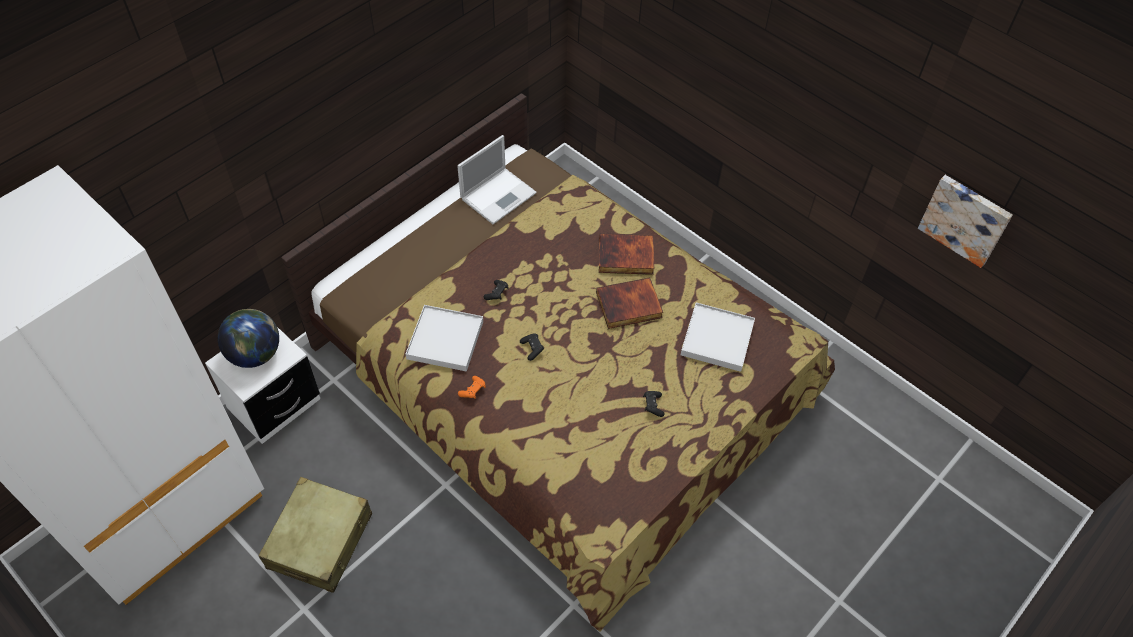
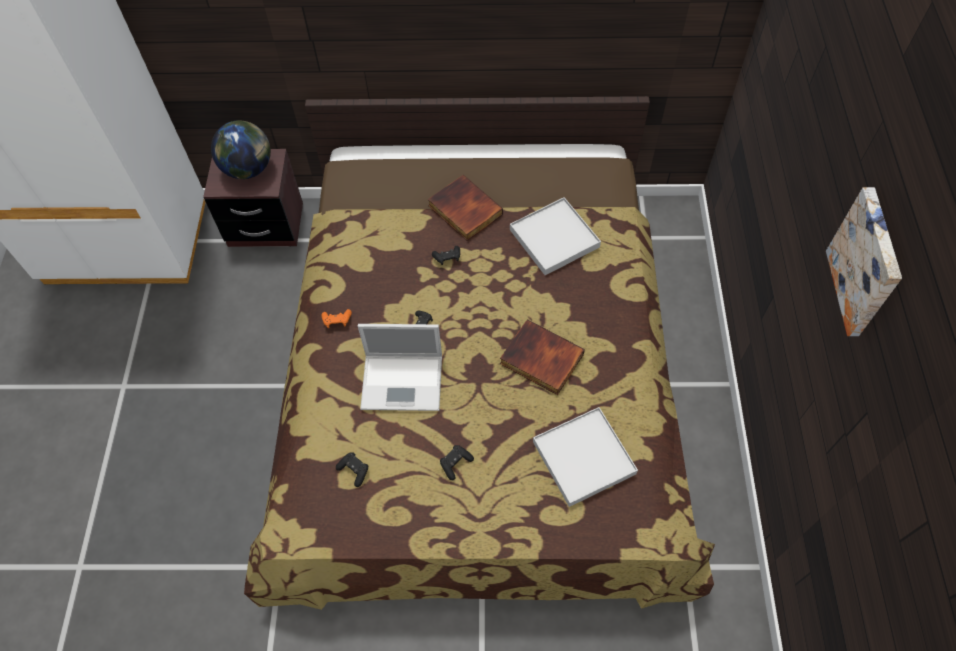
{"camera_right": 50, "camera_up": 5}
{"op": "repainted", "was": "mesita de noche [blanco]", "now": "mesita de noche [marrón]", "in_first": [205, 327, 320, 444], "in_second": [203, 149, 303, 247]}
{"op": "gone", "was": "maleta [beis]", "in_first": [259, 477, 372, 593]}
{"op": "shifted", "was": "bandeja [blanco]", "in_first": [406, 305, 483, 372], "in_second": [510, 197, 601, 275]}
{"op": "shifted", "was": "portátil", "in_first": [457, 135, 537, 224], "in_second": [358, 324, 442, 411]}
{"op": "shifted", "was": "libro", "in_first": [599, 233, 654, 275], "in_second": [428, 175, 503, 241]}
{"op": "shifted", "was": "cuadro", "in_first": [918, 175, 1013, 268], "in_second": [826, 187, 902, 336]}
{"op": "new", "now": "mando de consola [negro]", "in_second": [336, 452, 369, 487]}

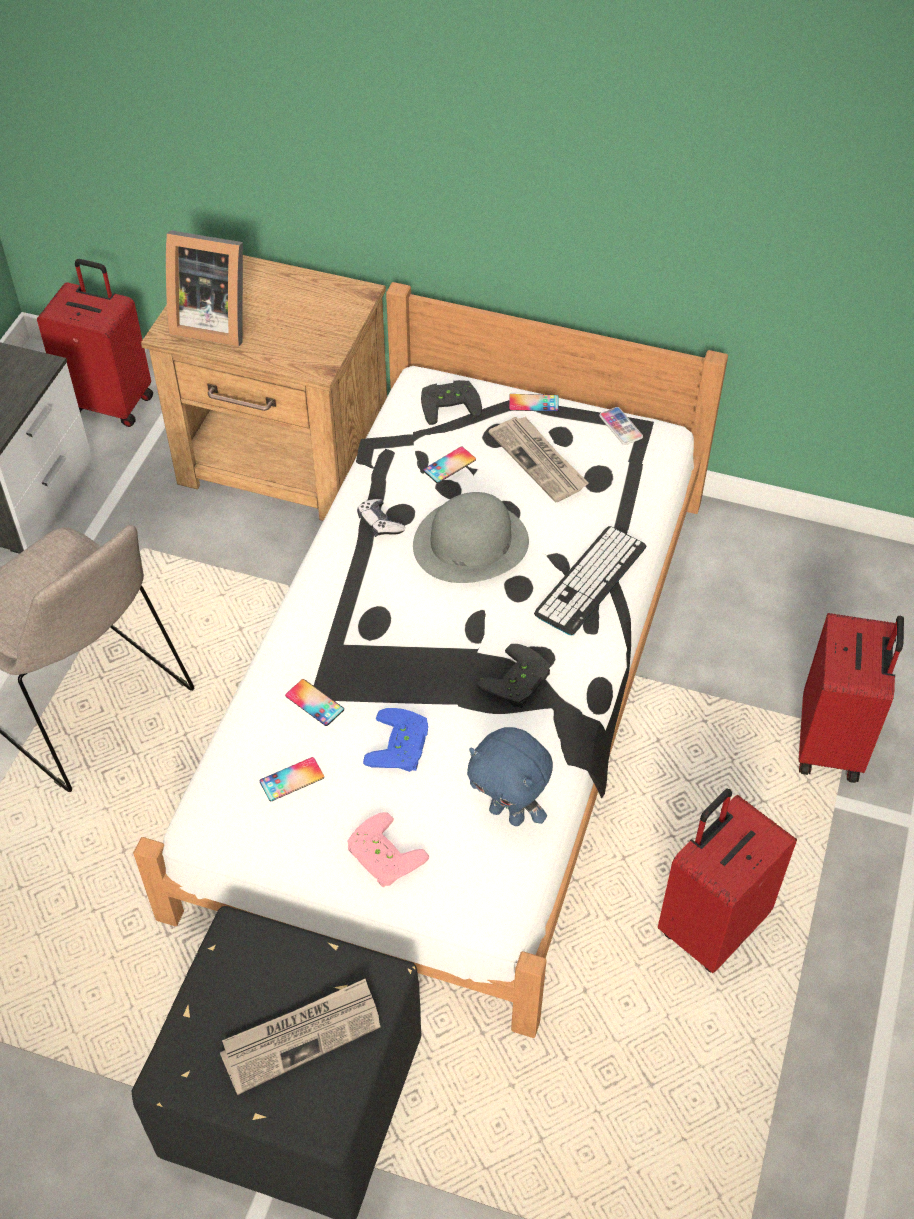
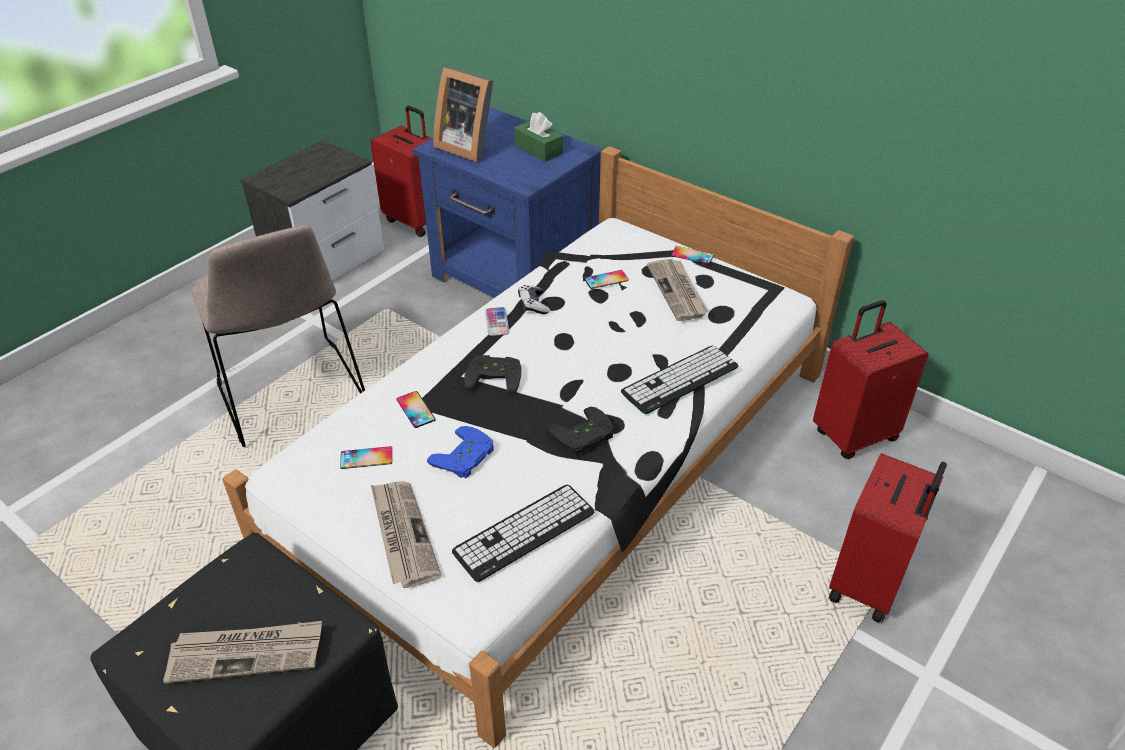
{"camera_right": 20, "camera_up": -10}
{"op": "repainted", "was": "mesita de noche [marrón]", "now": "mesita de noche [azul]", "in_first": [141, 255, 387, 521], "in_second": [413, 107, 604, 298]}
{"op": "swapped", "was": "mando de consola [rosa]", "now": "periódico", "in_first": [347, 812, 429, 887], "in_second": [371, 481, 442, 588]}
{"op": "gone", "was": "sombrero [gris]", "in_first": [413, 492, 529, 583]}
{"op": "shifted", "was": "mando de consola [negro]", "in_first": [421, 380, 482, 425], "in_second": [464, 355, 521, 394]}
{"op": "swapped", "was": "peluche [azul]", "now": "teclado", "in_first": [467, 727, 553, 826], "in_second": [452, 485, 594, 582]}
{"op": "shifted", "was": "móvil", "in_first": [599, 407, 643, 445], "in_second": [485, 307, 509, 336]}
{"op": "shifted", "was": "maleta [rojo]", "in_first": [657, 789, 797, 973], "in_second": [813, 300, 929, 459]}
{"op": "new", "now": "caja de pañuelos [verde]", "in_second": [514, 112, 563, 162]}

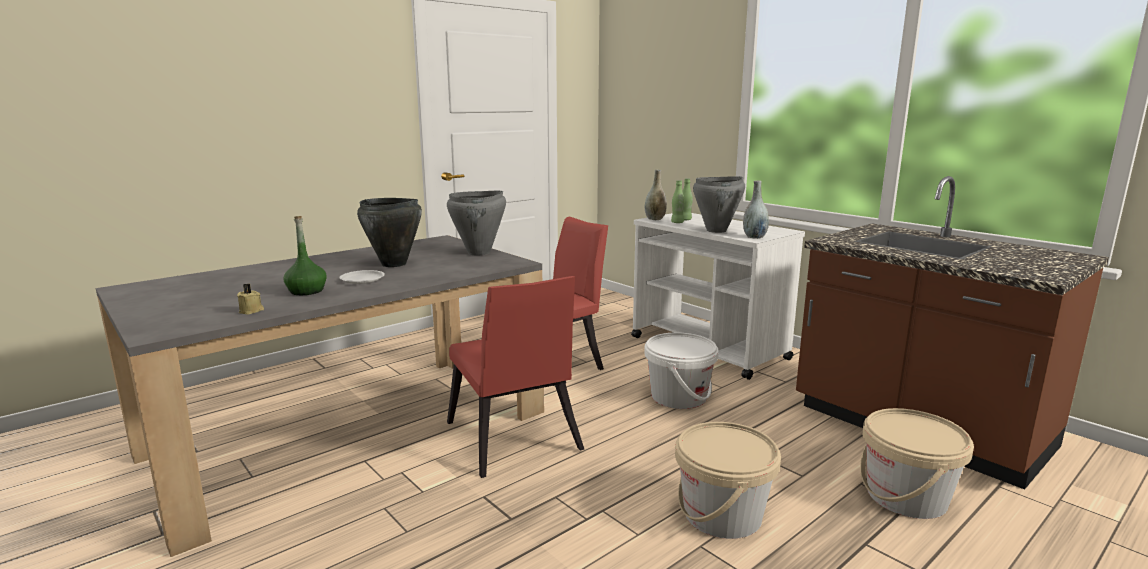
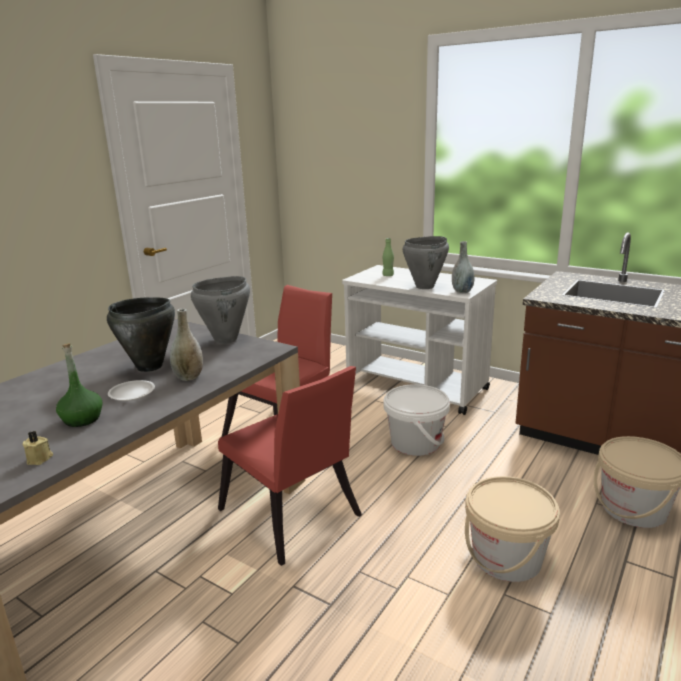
{"camera_right": -15, "camera_up": 5}
{"op": "shifted", "was": "florero [gris]", "in_first": [645, 170, 667, 220], "in_second": [170, 309, 203, 381]}
{"op": "gone", "was": "botella [verde]", "in_first": [671, 180, 685, 223]}

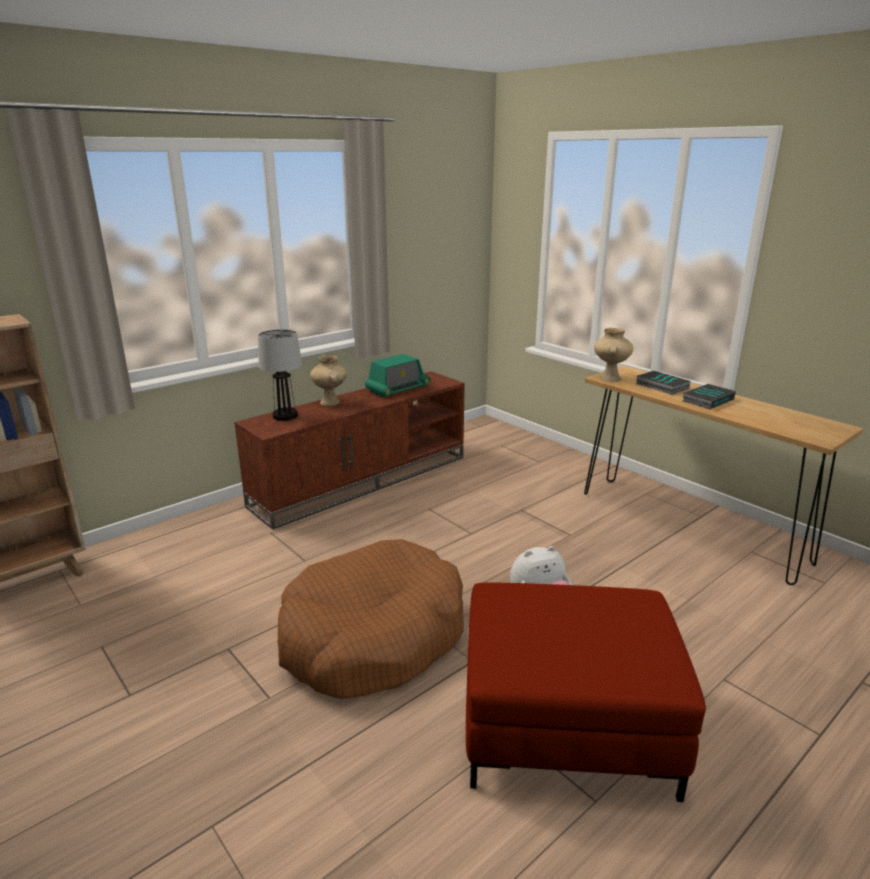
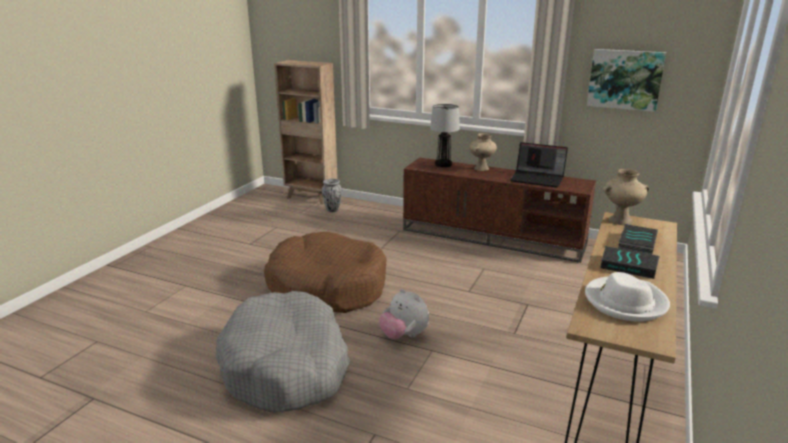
{"camera_right": 65, "camera_up": 0}
{"op": "swapped", "was": "radio", "now": "portátil", "in_first": [365, 354, 431, 398], "in_second": [510, 142, 568, 187]}
{"op": "swapped", "was": "puf [rojo]", "now": "cama para perro [gris]", "in_first": [466, 583, 706, 802], "in_second": [216, 291, 350, 412]}
{"op": "new", "now": "florero", "in_second": [322, 178, 342, 212]}
{"op": "new", "now": "sombrero [blanco]", "in_second": [585, 272, 670, 322]}
{"op": "new", "now": "cuadro", "in_second": [587, 49, 666, 112]}

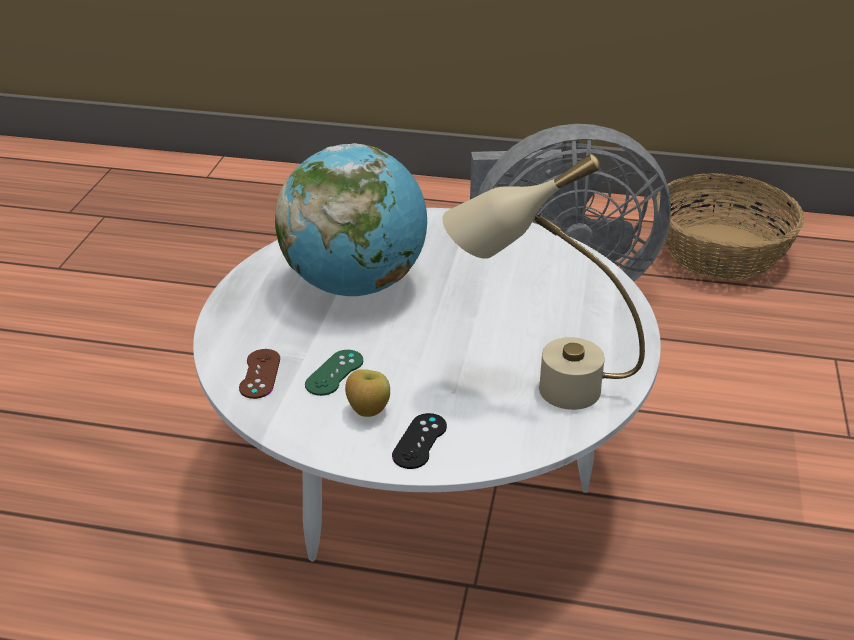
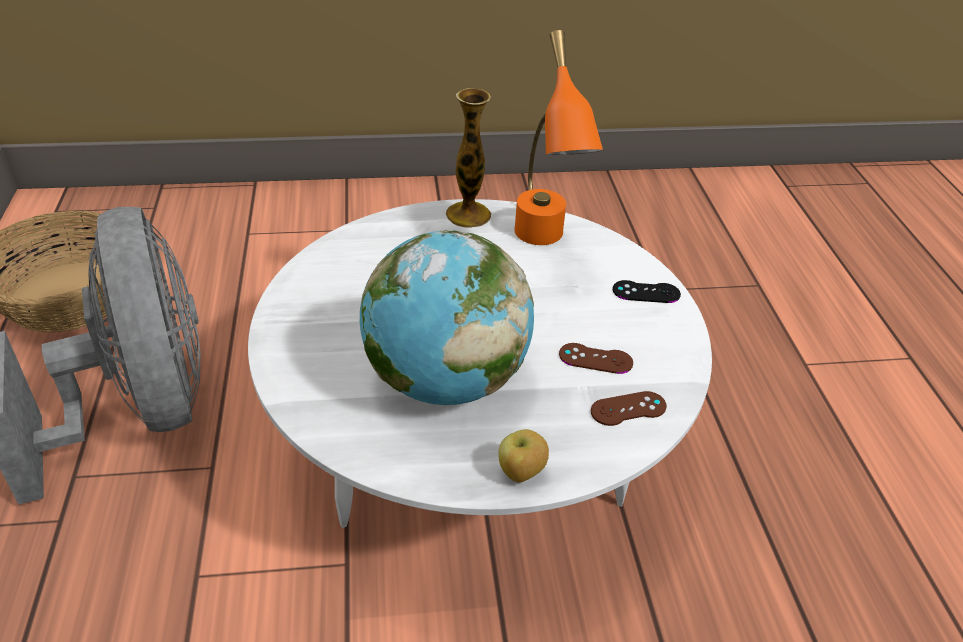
{"camera_right": -110, "camera_up": 5}
{"op": "repainted", "was": "mando de consola [verde]", "now": "mando de consola [marrón]", "in_first": [305, 350, 363, 396], "in_second": [559, 343, 633, 374]}
{"op": "shifted", "was": "manzana", "in_first": [345, 370, 390, 417], "in_second": [498, 429, 549, 483]}
{"op": "repainted", "was": "lámpara de mesa [beis]", "now": "lámpara de mesa [naranja]", "in_first": [442, 153, 645, 410], "in_second": [514, 30, 603, 245]}
{"op": "new", "now": "florero", "in_second": [446, 88, 492, 228]}

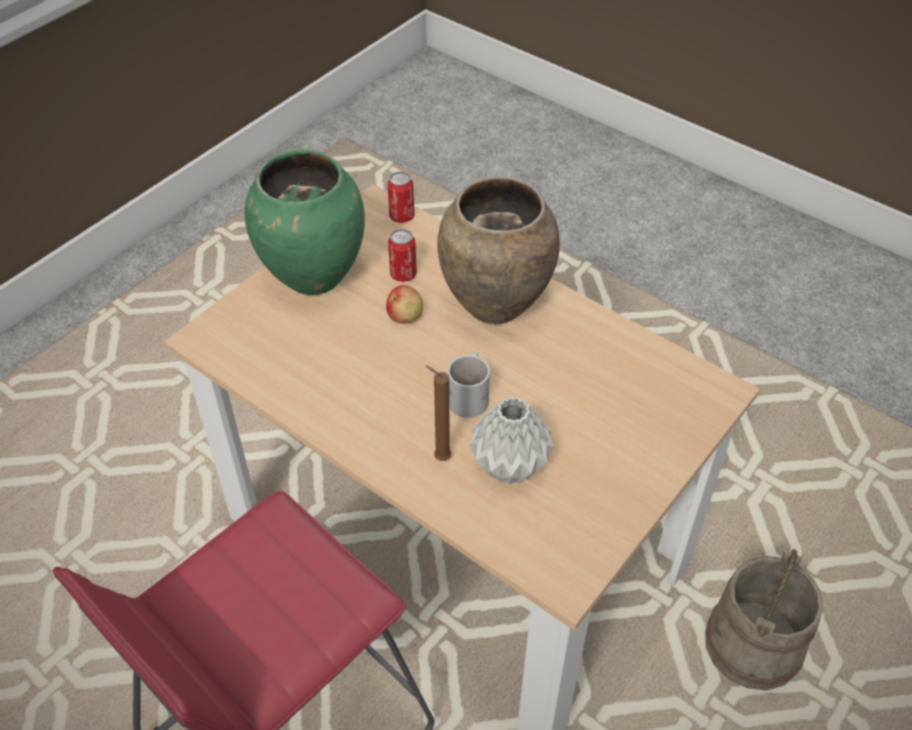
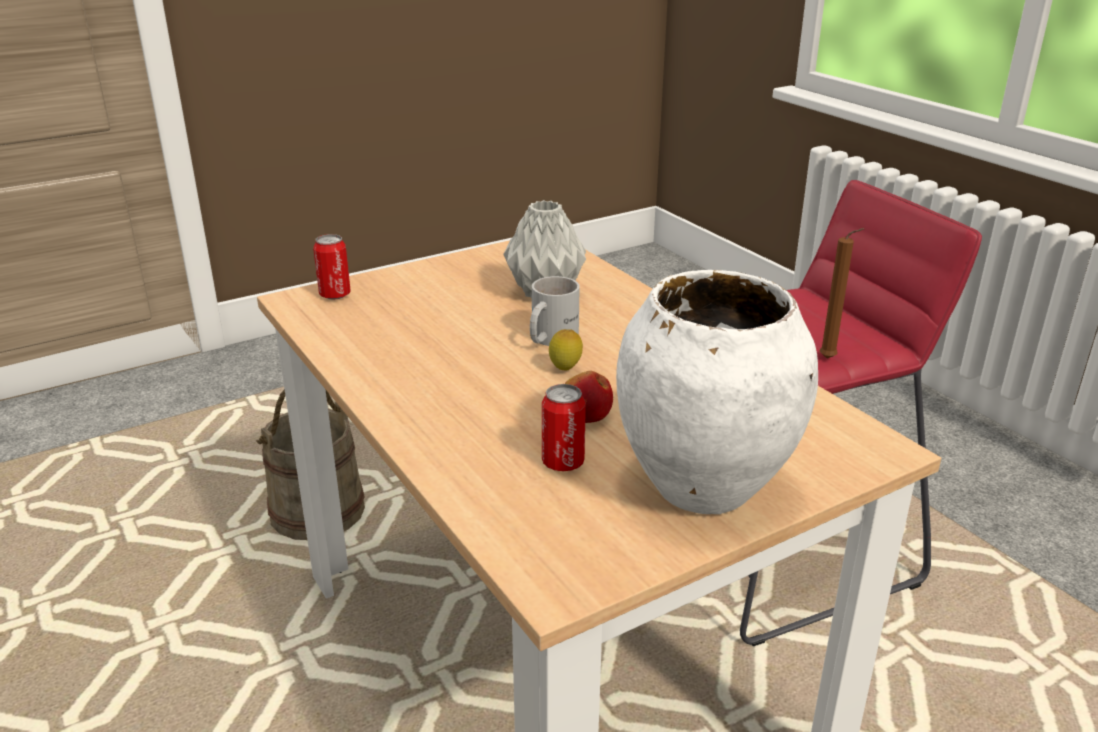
{"camera_right": -160, "camera_up": -20}
{"op": "repainted", "was": "florero [verde]", "now": "florero [blanco]", "in_first": [245, 149, 365, 295], "in_second": [616, 270, 818, 514]}
{"op": "shifted", "was": "lata", "in_first": [387, 172, 414, 223], "in_second": [313, 234, 351, 300]}
{"op": "shifted", "was": "vela [marrón]", "in_first": [425, 365, 451, 461], "in_second": [819, 228, 864, 359]}
{"op": "gone", "was": "florero [marrón]", "in_first": [437, 177, 560, 324]}
{"op": "new", "now": "limón", "in_second": [549, 329, 583, 371]}

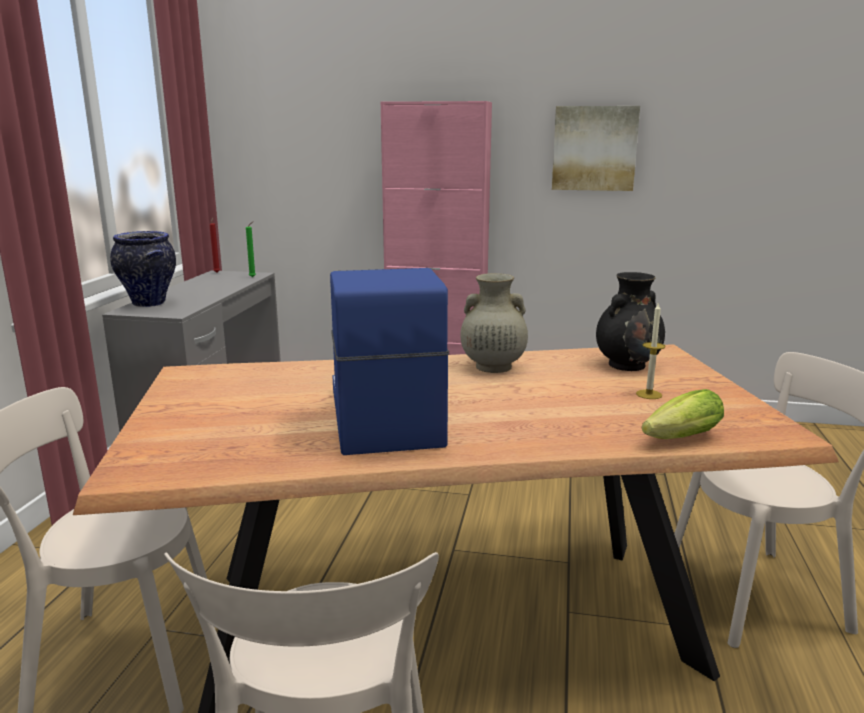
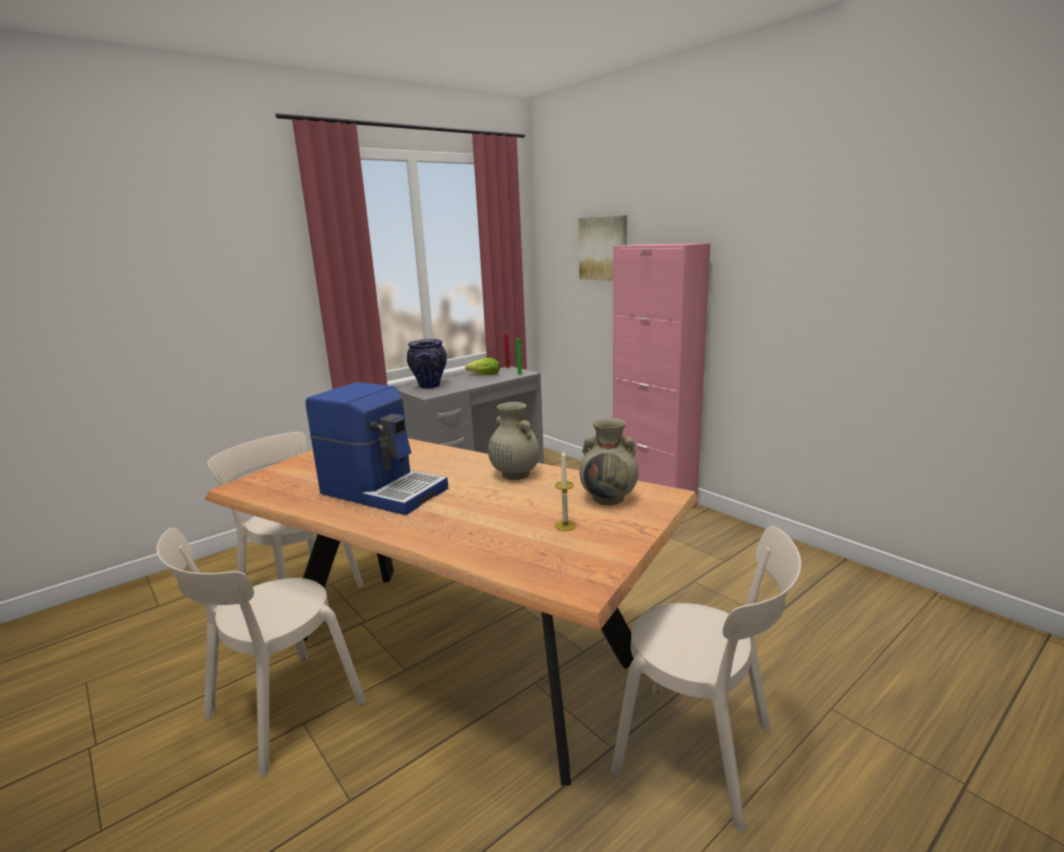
{"camera_right": 40, "camera_up": 0}
{"op": "rotated", "was": "cafetera", "in_first": [330, 268, 449, 455], "in_second": [306, 382, 448, 515], "clockwise": 90}
{"op": "shifted", "was": "cuadro", "in_first": [552, 106, 640, 191], "in_second": [578, 215, 627, 281]}
{"op": "repainted", "was": "florero [negro]", "now": "florero [beis]", "in_first": [596, 272, 665, 371], "in_second": [579, 418, 639, 505]}
{"op": "shifted", "was": "lechuga", "in_first": [641, 389, 724, 439], "in_second": [465, 358, 500, 375]}

